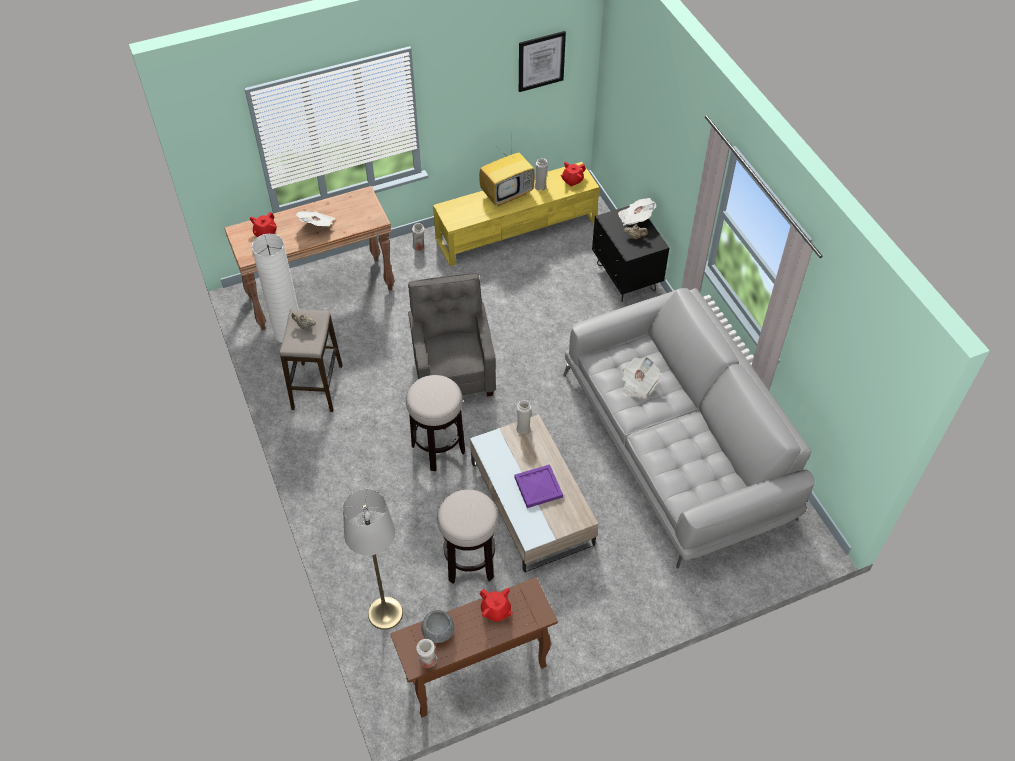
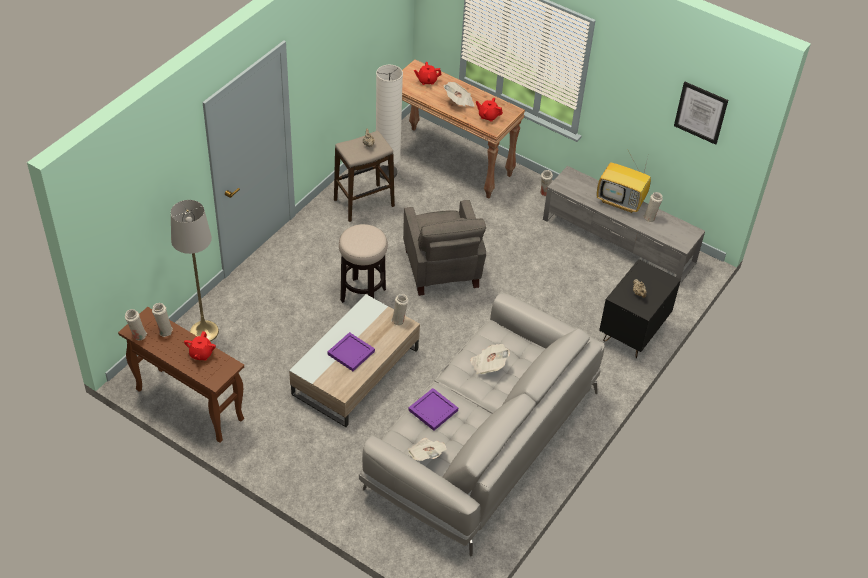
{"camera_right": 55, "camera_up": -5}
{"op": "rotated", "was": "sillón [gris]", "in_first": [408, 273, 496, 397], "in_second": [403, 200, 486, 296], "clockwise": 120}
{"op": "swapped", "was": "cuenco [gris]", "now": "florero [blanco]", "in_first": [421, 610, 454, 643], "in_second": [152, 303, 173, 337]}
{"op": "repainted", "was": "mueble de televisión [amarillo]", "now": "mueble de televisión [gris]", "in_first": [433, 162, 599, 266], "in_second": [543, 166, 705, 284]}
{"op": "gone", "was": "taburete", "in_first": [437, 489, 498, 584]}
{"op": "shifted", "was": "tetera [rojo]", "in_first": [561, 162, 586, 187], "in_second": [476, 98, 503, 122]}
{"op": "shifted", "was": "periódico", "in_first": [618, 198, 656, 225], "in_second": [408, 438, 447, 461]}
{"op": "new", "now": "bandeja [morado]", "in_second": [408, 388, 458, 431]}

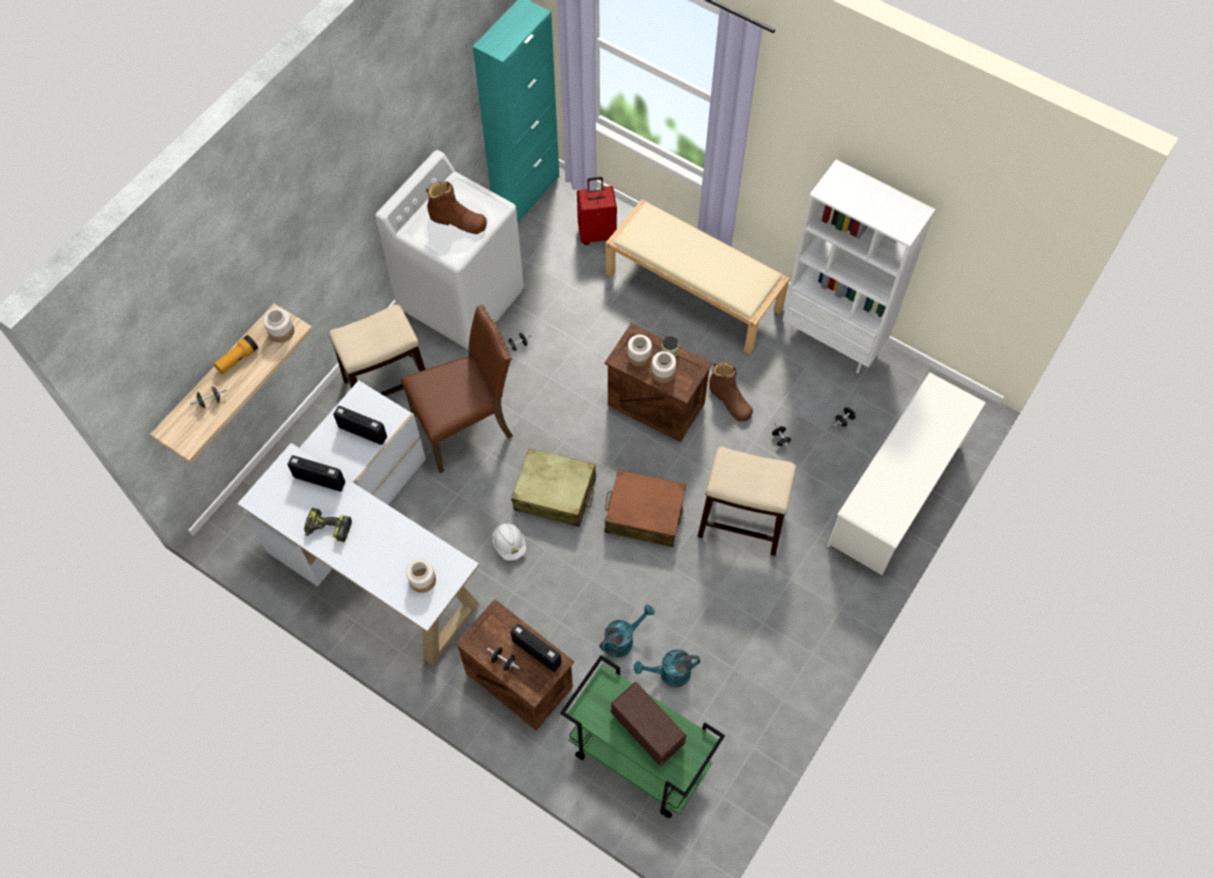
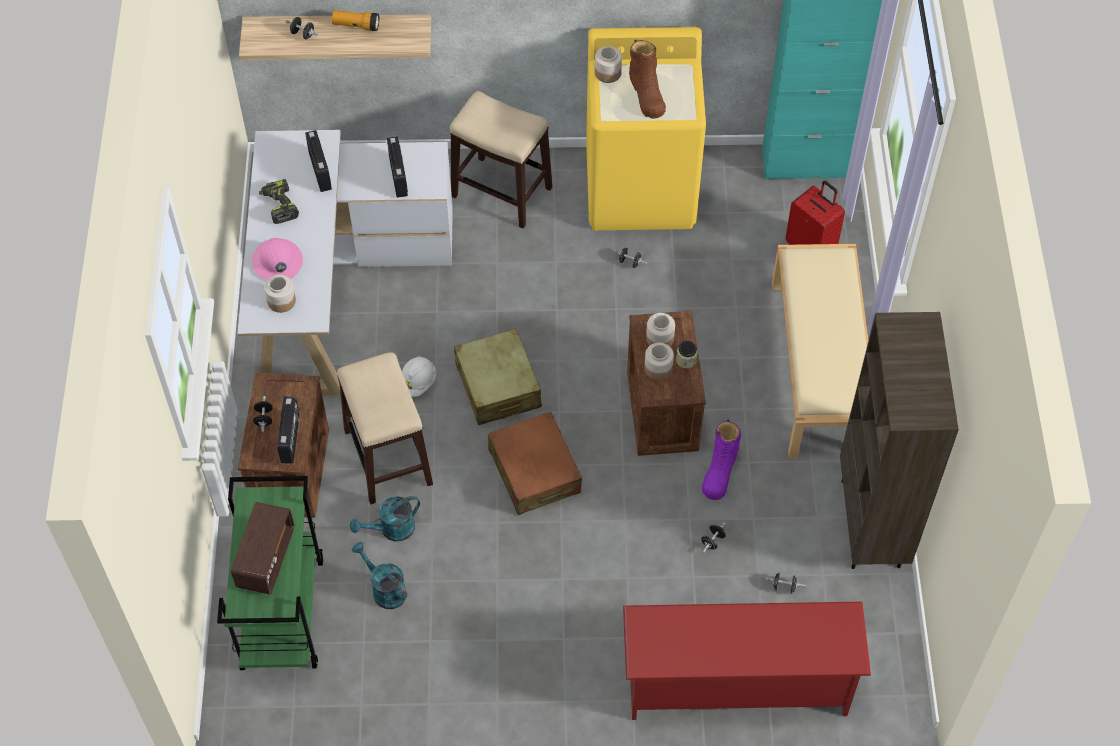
{"camera_right": 55, "camera_up": -5}
{"op": "shifted", "was": "tarro", "in_first": [263, 308, 294, 343], "in_second": [595, 46, 622, 83]}
{"op": "repainted", "was": "lavadora [blanco]", "now": "lavadora [amarillo]", "in_first": [375, 150, 524, 350], "in_second": [586, 27, 706, 230]}
{"op": "gone", "was": "silla [marrón]", "in_first": [401, 305, 513, 473]}
{"op": "rotated", "was": "regadera [turquesa]", "in_first": [600, 605, 655, 657], "in_second": [350, 496, 420, 542], "clockwise": 135}
{"op": "shifted", "was": "taburete", "in_first": [698, 446, 796, 556], "in_second": [337, 352, 433, 504]}
{"op": "repainted", "was": "bota [marrón]", "now": "bota [morado]", "in_first": [709, 362, 753, 421], "in_second": [702, 419, 741, 500]}
{"op": "repainted", "was": "estantería [blanco]", "now": "estantería [marrón]", "in_first": [782, 160, 936, 373], "in_second": [840, 312, 959, 569]}
{"op": "repainted", "was": "zapatero [blanco]", "now": "zapatero [rojo]", "in_first": [827, 372, 986, 575], "in_second": [623, 602, 871, 720]}
{"op": "new", "now": "casco [rosa]", "in_second": [252, 238, 303, 280]}

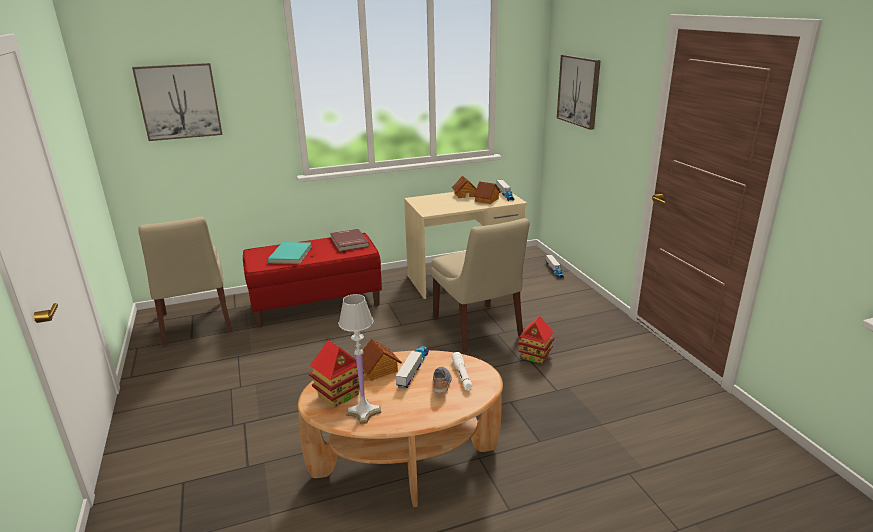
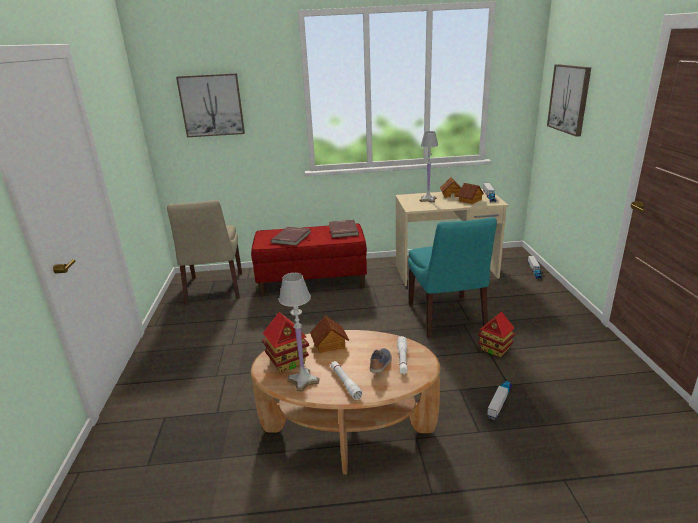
{"camera_right": 15, "camera_up": 0}
{"op": "repainted", "was": "libro [turquesa]", "now": "libro [rojo]", "in_first": [267, 242, 312, 264], "in_second": [271, 227, 311, 246]}
{"op": "shifted", "was": "camión de juguete", "in_first": [396, 346, 429, 389], "in_second": [487, 381, 512, 420]}
{"op": "repainted", "was": "silla [beis]", "now": "silla [turquesa]", "in_first": [431, 218, 529, 353], "in_second": [408, 217, 497, 338]}
{"op": "new", "now": "linterna [blanco]", "in_second": [331, 361, 363, 400]}
{"op": "new", "now": "lámpara de mesa [blanco]", "in_second": [420, 131, 439, 202]}

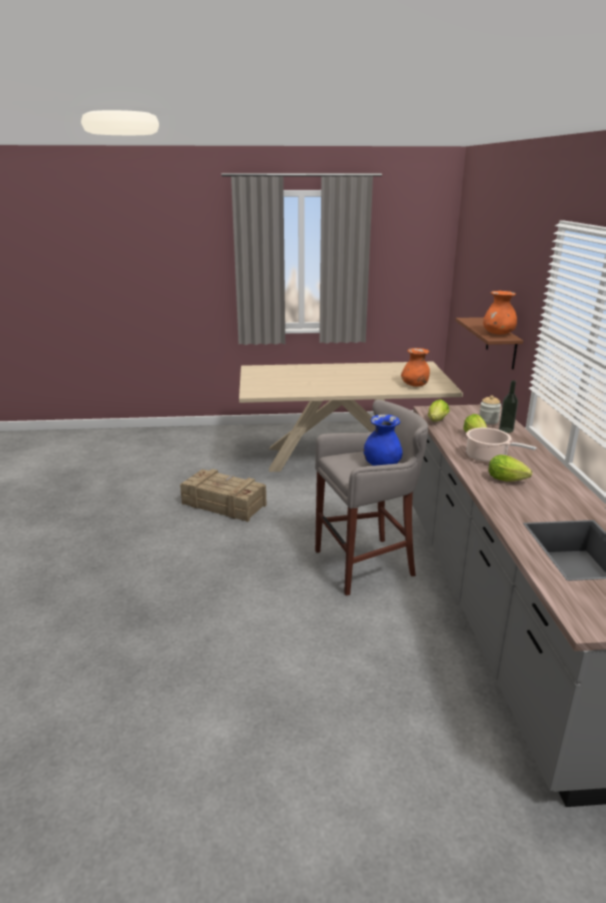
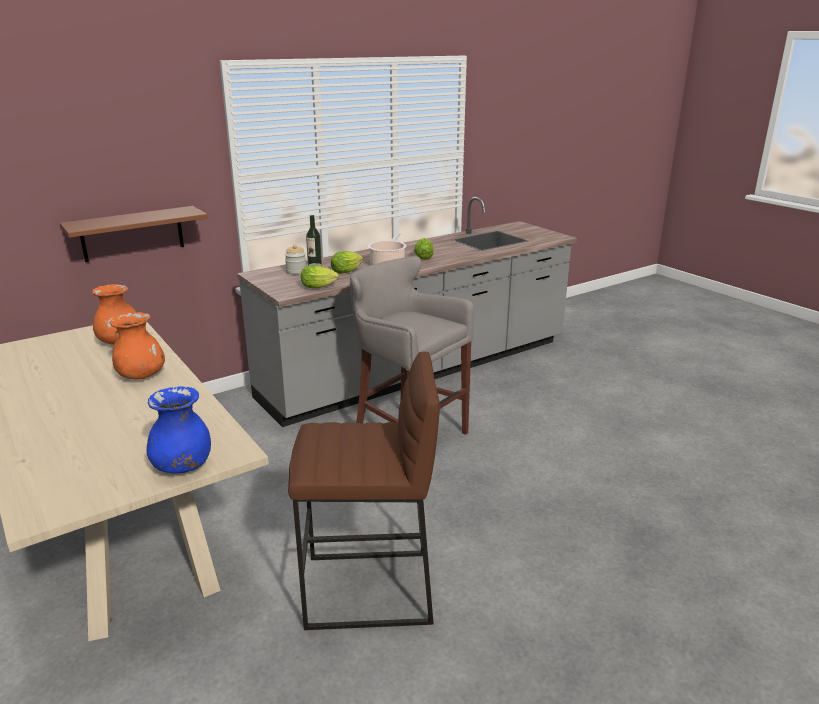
{"camera_right": -120, "camera_up": 0}
{"op": "swapped", "was": "caja de embalaje", "now": "taburete [marrón]", "in_first": [180, 469, 267, 522], "in_second": [288, 352, 440, 630]}
{"op": "shifted", "was": "florero [azul]", "in_first": [363, 414, 403, 466], "in_second": [147, 386, 211, 474]}
{"op": "shifted", "was": "florero [naranja]", "in_first": [483, 291, 517, 335], "in_second": [109, 312, 165, 380]}

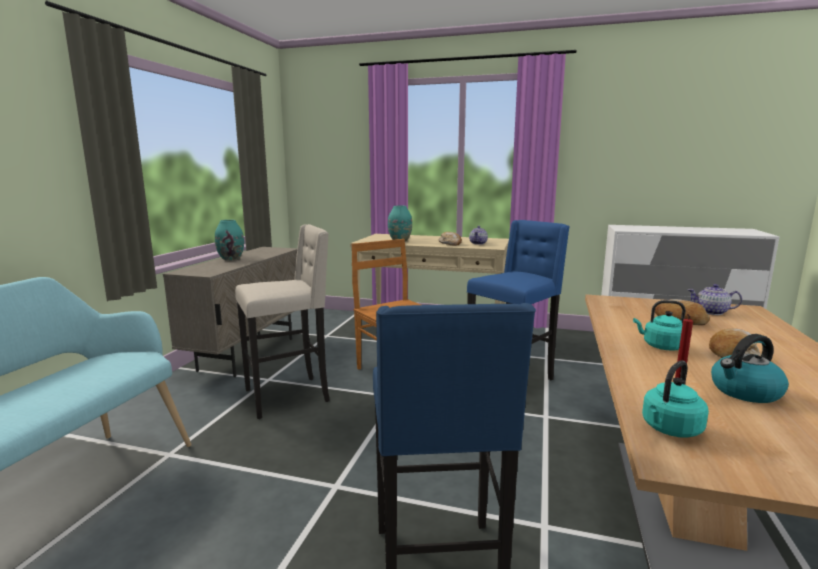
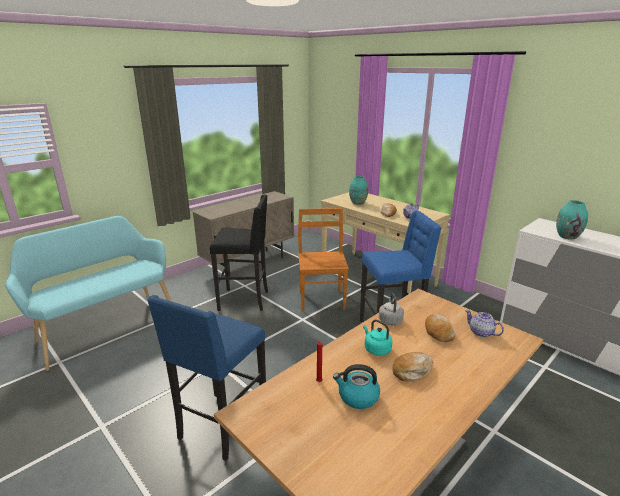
{"camera_right": 30, "camera_up": 10}
{"op": "shifted", "was": "florero [turquesa]", "in_first": [215, 220, 244, 260], "in_second": [556, 200, 588, 240]}
{"op": "repainted", "was": "taburete [beis]", "now": "taburete [negro]", "in_first": [235, 224, 329, 419], "in_second": [210, 195, 268, 311]}
{"op": "gone", "was": "hervidor [turquesa]", "in_first": [642, 361, 709, 438]}
{"op": "new", "now": "hervidor [gris]", "in_second": [379, 293, 404, 325]}

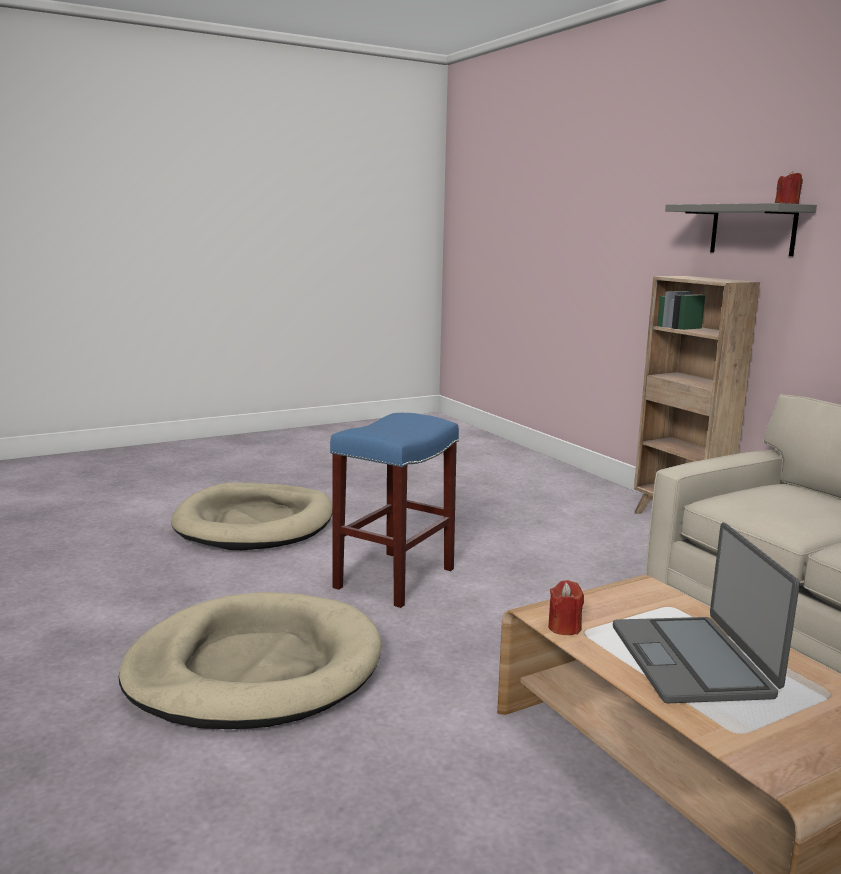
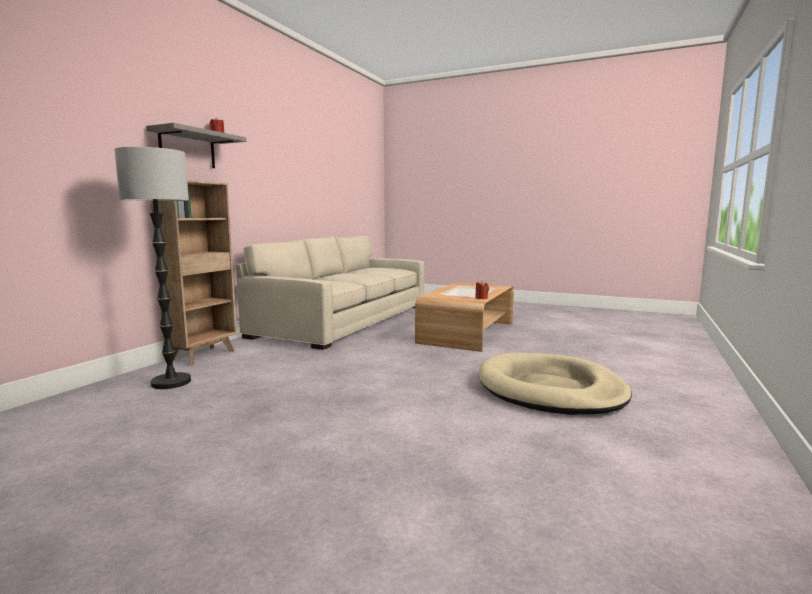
{"camera_right": -125, "camera_up": -5}
{"op": "gone", "was": "cama para perro [beis]", "in_first": [171, 483, 333, 550]}
{"op": "gone", "was": "taburete [azul]", "in_first": [330, 413, 459, 608]}
{"op": "gone", "was": "portátil", "in_first": [613, 522, 800, 703]}
{"op": "new", "now": "lámpara de pie", "in_second": [114, 147, 191, 389]}

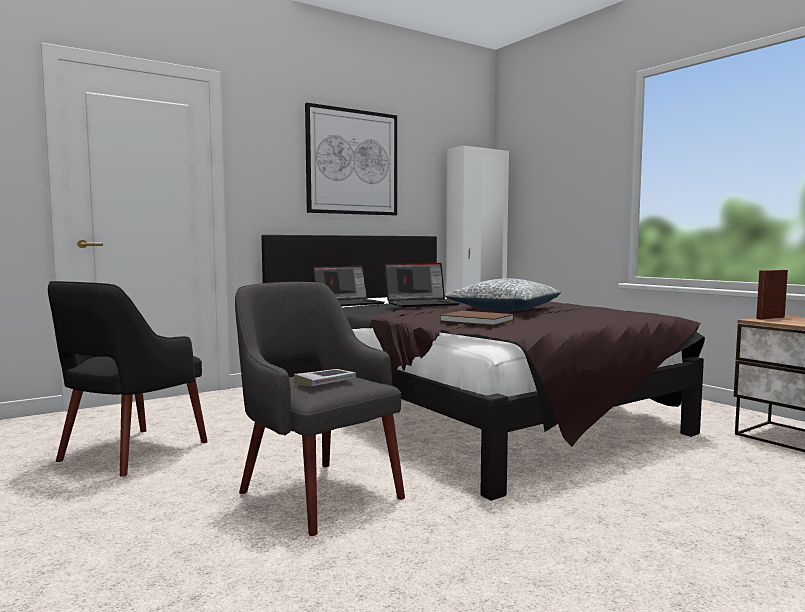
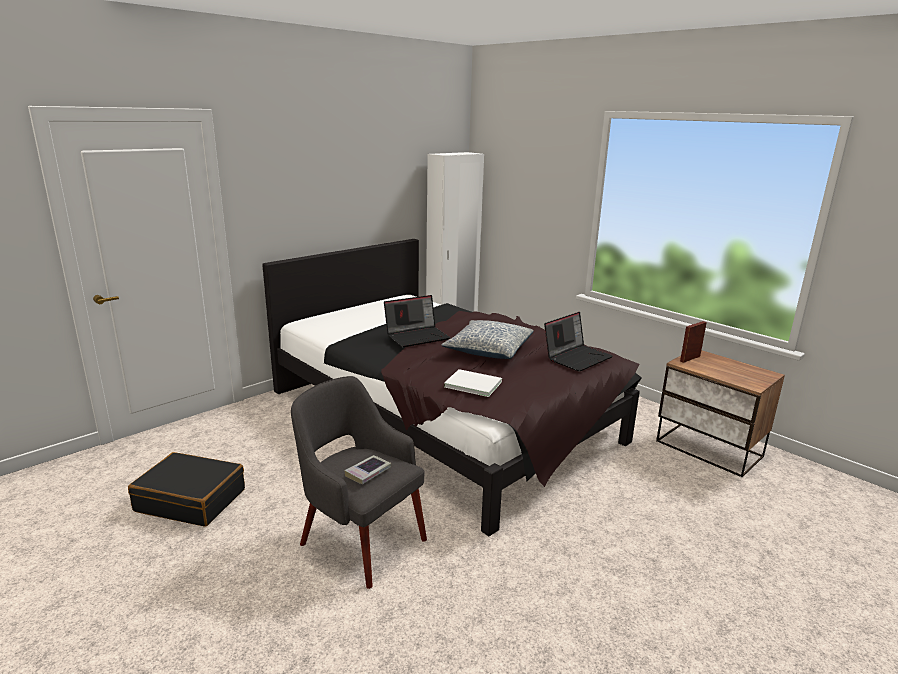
{"camera_right": -10, "camera_up": 15}
{"op": "swapped", "was": "sillón [negro]", "now": "maleta [negro]", "in_first": [48, 281, 208, 477], "in_second": [128, 452, 245, 527]}
{"op": "gone", "was": "cuadro", "in_first": [305, 103, 397, 215]}
{"op": "shifted", "was": "portátil", "in_first": [313, 265, 385, 306], "in_second": [544, 312, 613, 372]}
{"op": "repainted", "was": "libro [marrón]", "now": "libro [blanco]", "in_first": [440, 311, 514, 325], "in_second": [444, 369, 502, 397]}

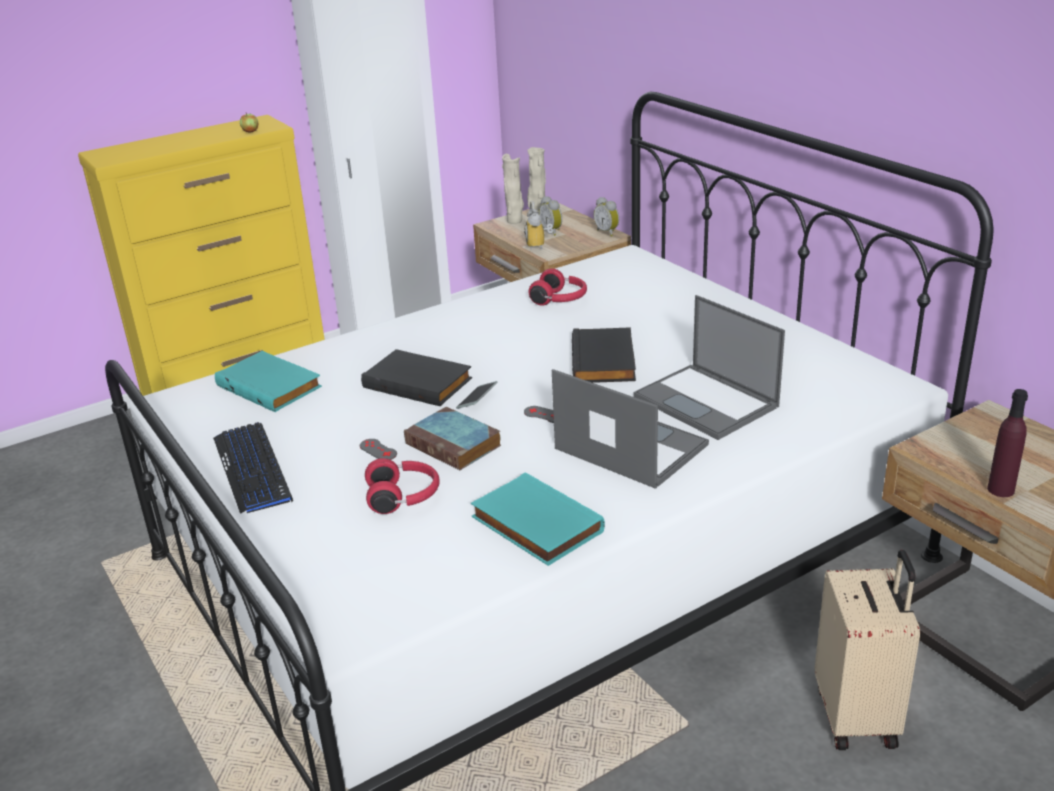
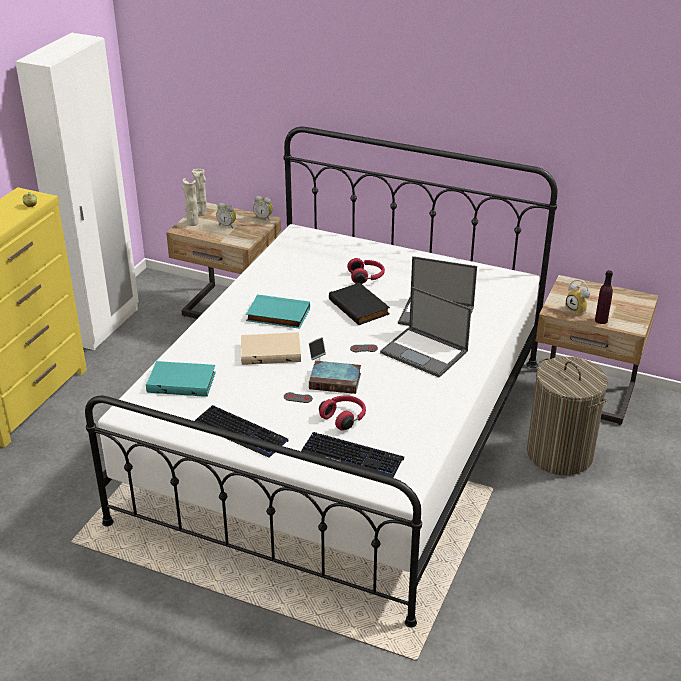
{"camera_right": -35, "camera_up": 5}
{"op": "repainted", "was": "libro [negro]", "now": "libro [beis]", "in_first": [361, 349, 472, 406], "in_second": [241, 332, 301, 365]}
{"op": "shifted", "was": "libro [turquesa]", "in_first": [471, 473, 605, 566], "in_second": [246, 295, 310, 329]}
{"op": "shifted", "was": "despertador", "in_first": [524, 201, 553, 249], "in_second": [566, 280, 590, 314]}
{"op": "shifted", "was": "auriculares [rojo]", "in_first": [529, 268, 587, 306], "in_second": [347, 258, 385, 284]}
{"op": "rotated", "was": "portátil", "in_first": [552, 369, 709, 489], "in_second": [380, 287, 471, 378], "clockwise": -150}
{"op": "swapped", "was": "maleta [beis]", "now": "cesto de la ropa", "in_first": [815, 550, 920, 750], "in_second": [527, 357, 608, 475]}
{"op": "new", "now": "teclado", "in_second": [301, 432, 404, 478]}

